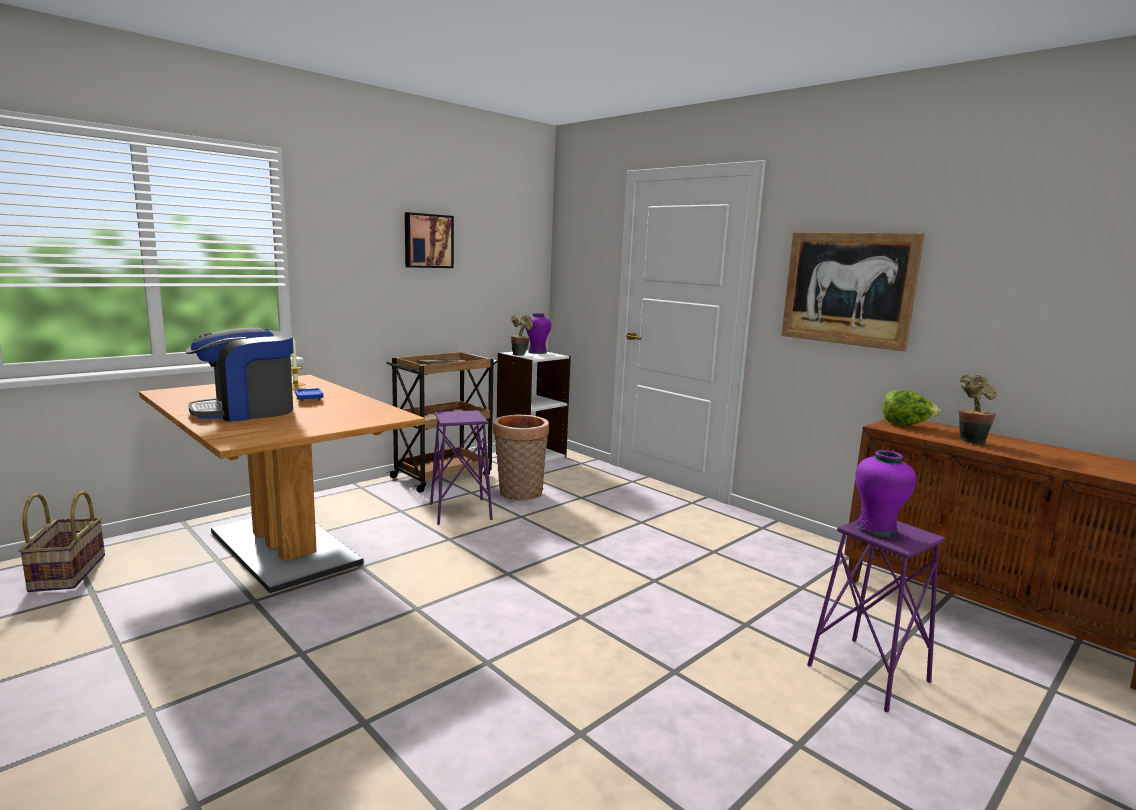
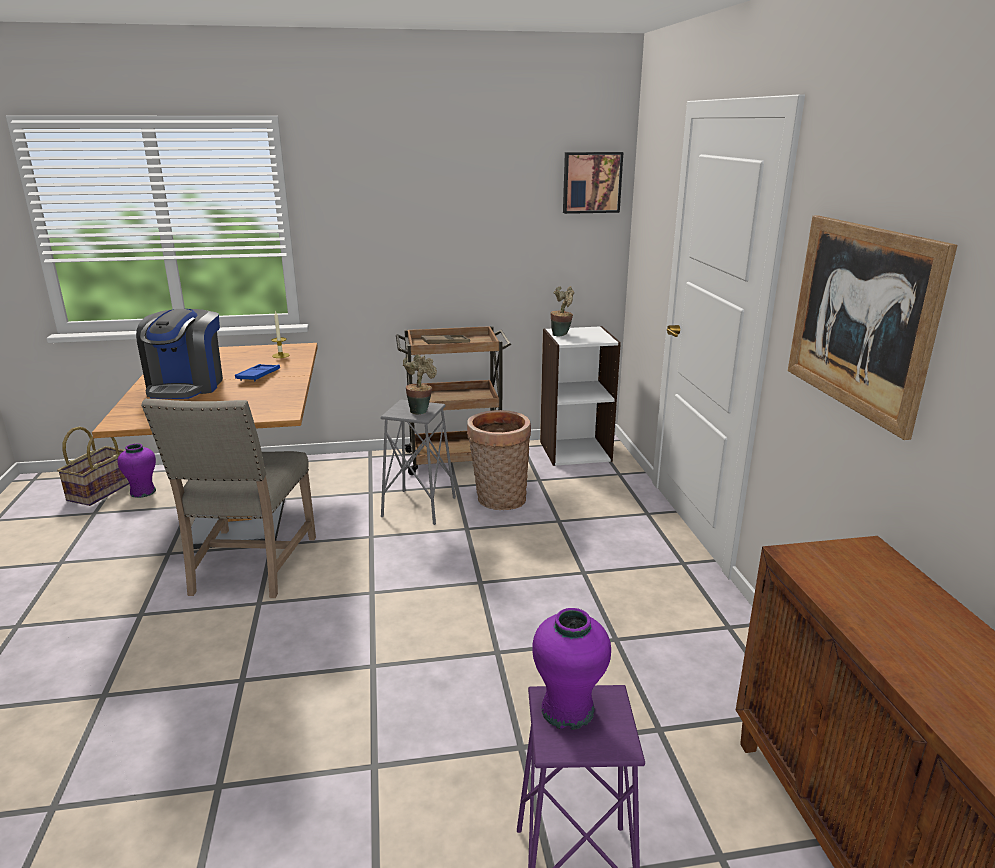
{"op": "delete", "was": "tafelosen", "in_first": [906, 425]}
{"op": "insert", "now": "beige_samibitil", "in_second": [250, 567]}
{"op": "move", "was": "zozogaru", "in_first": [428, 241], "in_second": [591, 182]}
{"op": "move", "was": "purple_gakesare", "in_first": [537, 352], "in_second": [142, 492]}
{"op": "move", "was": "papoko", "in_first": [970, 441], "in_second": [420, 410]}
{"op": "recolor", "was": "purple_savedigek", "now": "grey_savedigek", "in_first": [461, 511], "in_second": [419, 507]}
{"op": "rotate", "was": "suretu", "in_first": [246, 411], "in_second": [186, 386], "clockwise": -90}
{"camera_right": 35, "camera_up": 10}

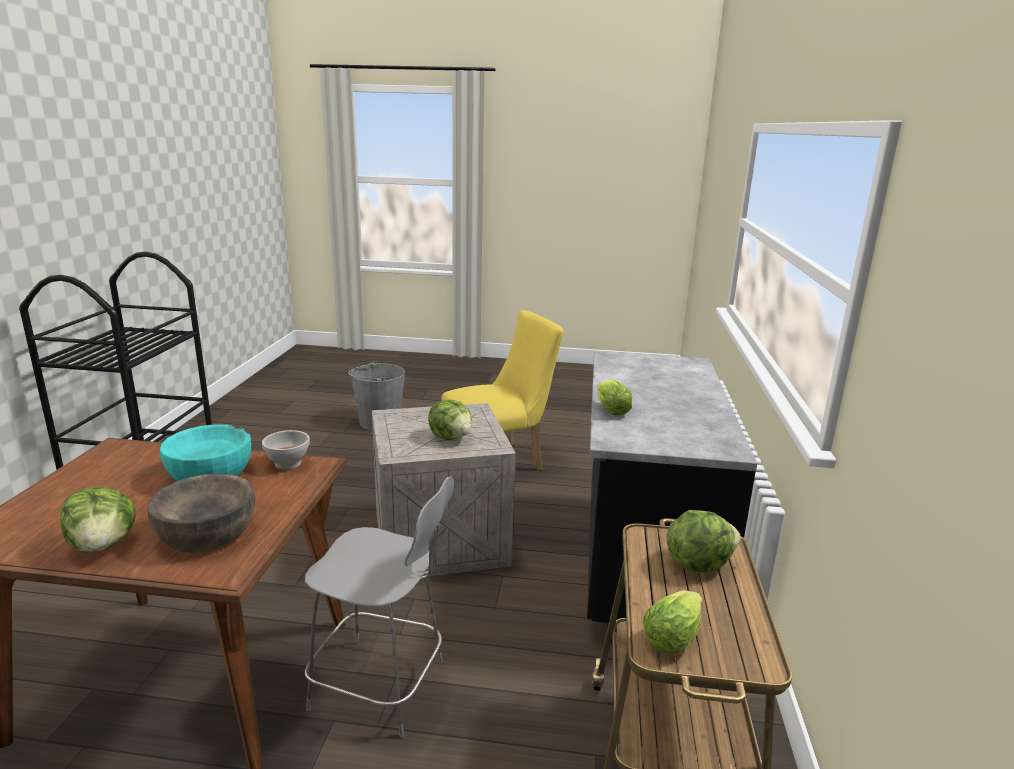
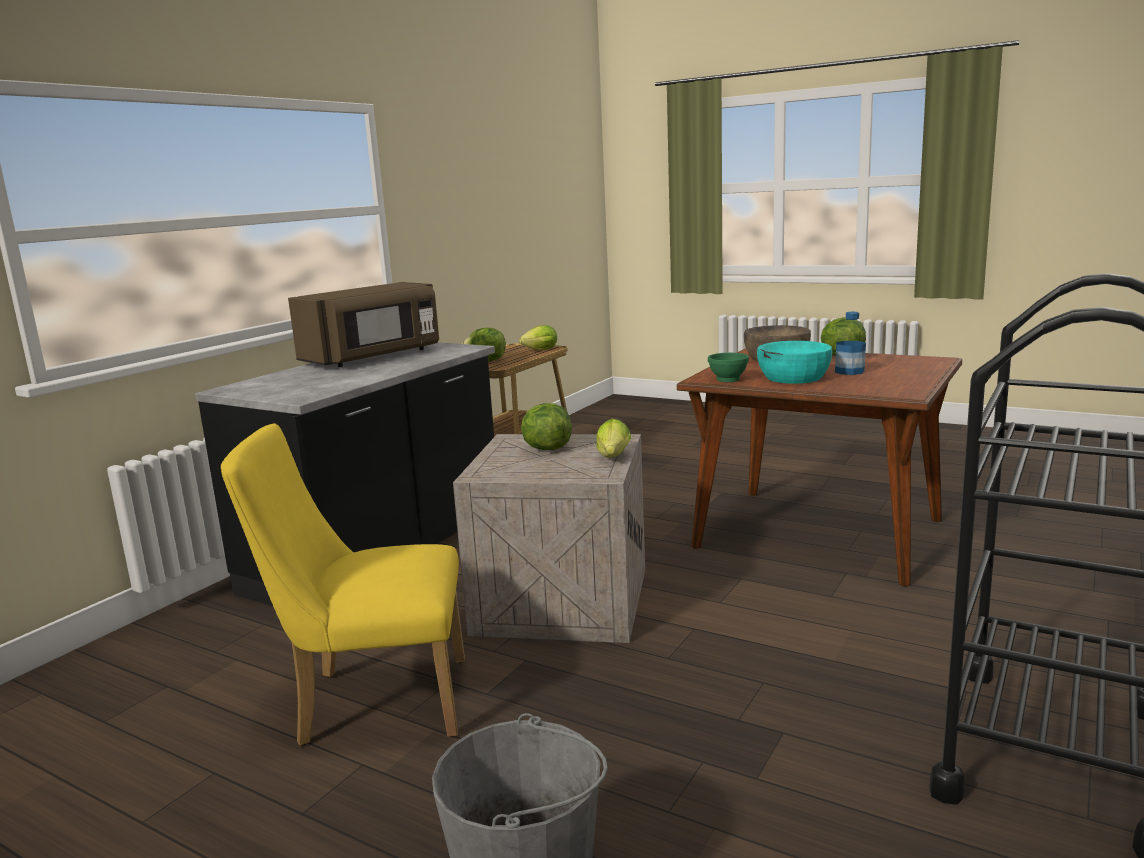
{"op": "delete", "was": "grey_samibitil", "in_first": [382, 686]}
{"op": "insert", "now": "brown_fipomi", "in_second": [373, 357]}
{"op": "insert", "now": "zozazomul", "in_second": [849, 371]}
{"op": "move", "was": "tafelosen", "in_first": [610, 410], "in_second": [613, 458]}
{"op": "recolor", "was": "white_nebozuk", "now": "green_nebozuk", "in_first": [287, 463], "in_second": [729, 379]}
{"camera_right": -155, "camera_up": -5}

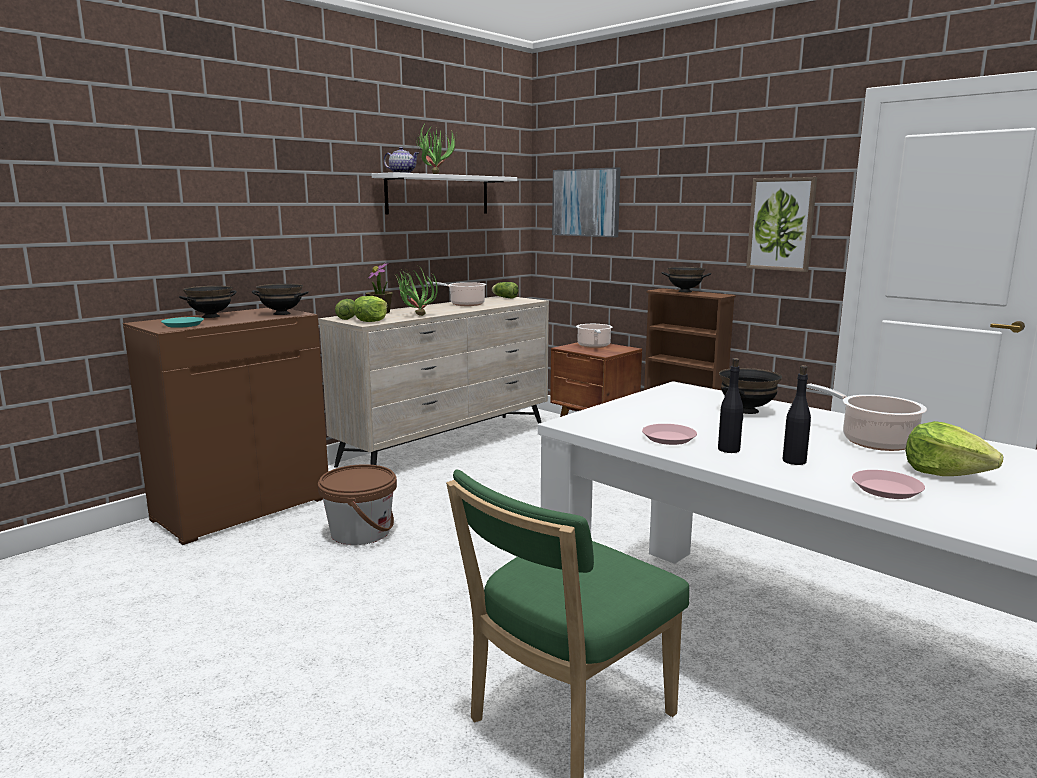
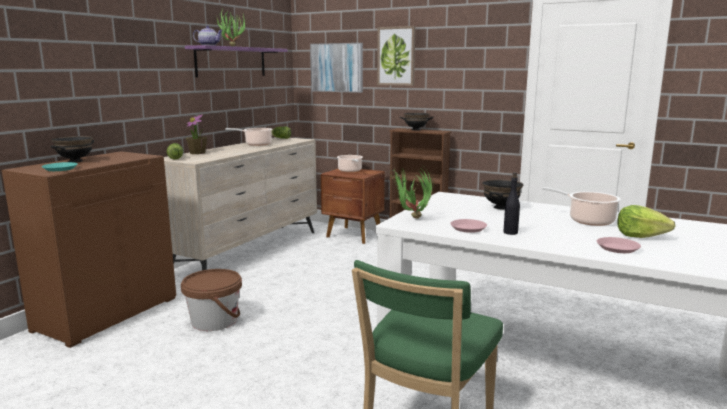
{"op": "delete", "was": "black_nebozuk", "in_first": [281, 314]}
{"op": "delete", "was": "tafelosen", "in_first": [371, 320]}
{"op": "delete", "was": "black_zozazomul", "in_first": [794, 461]}
{"op": "move", "was": "papoko", "in_first": [415, 316], "in_second": [411, 219]}
{"op": "move", "was": "zozogaru", "in_first": [781, 224], "in_second": [396, 56]}
{"op": "recolor", "was": "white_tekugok", "now": "purple_tekugok", "in_first": [438, 194], "in_second": [231, 62]}
{"camera_right": -15, "camera_up": 0}

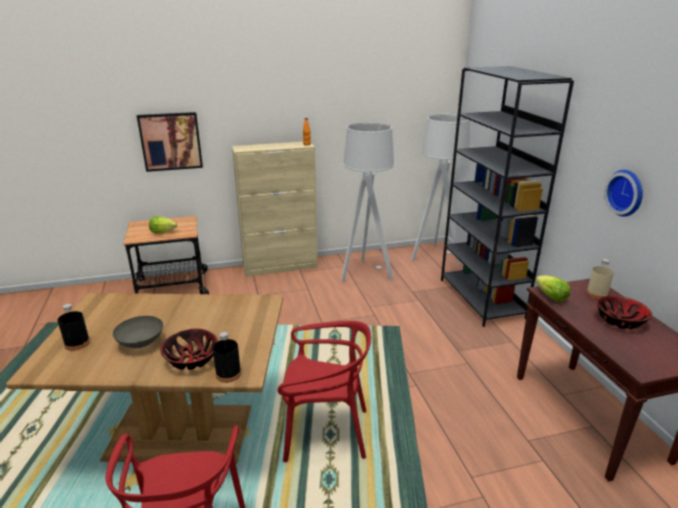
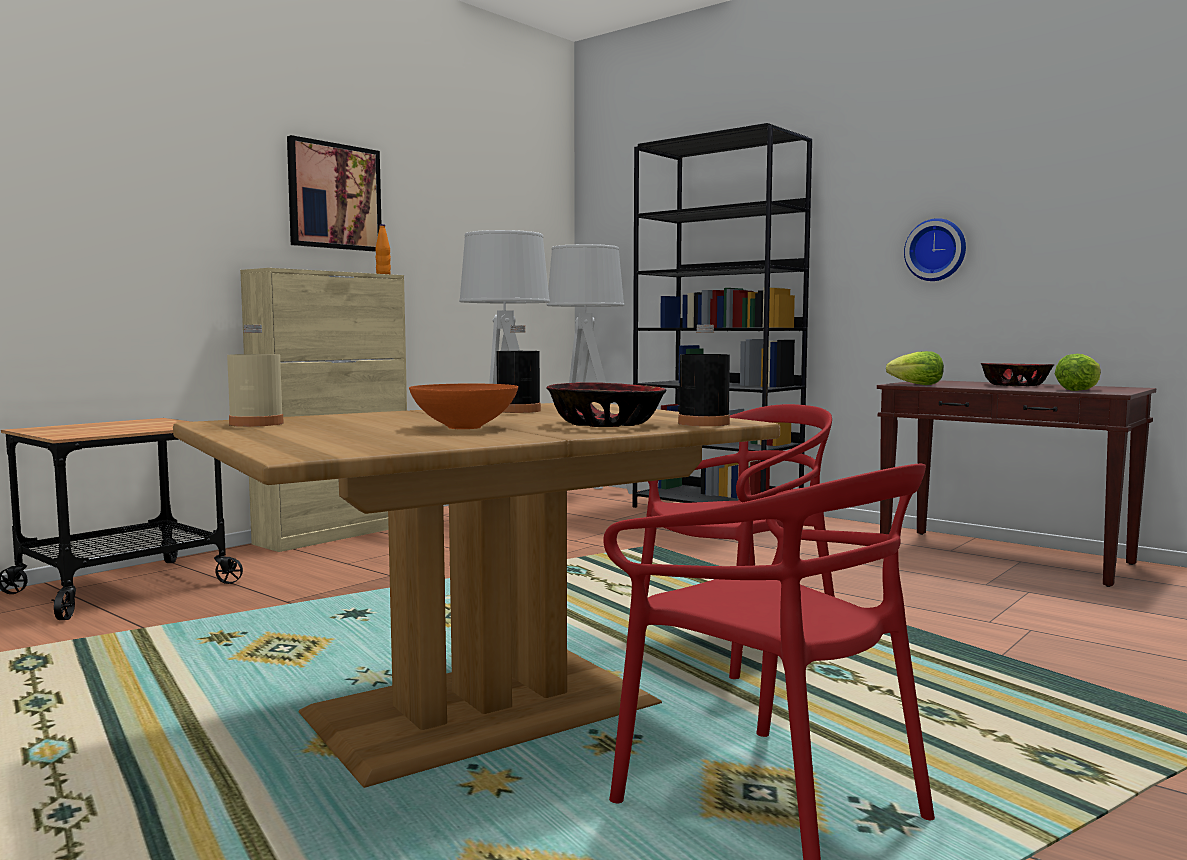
{"op": "move", "was": "black_zozazomul", "in_first": [77, 343], "in_second": [518, 410]}
{"op": "move", "was": "zozogaru", "in_first": [171, 141], "in_second": [334, 196]}
{"op": "move", "was": "tafelosen", "in_first": [162, 232], "in_second": [1078, 390]}
{"op": "move", "was": "beige_zozazomul", "in_first": [597, 294], "in_second": [256, 423]}
{"op": "recolor", "was": "grey_nebozuk", "now": "orange_nebozuk", "in_first": [141, 343], "in_second": [464, 427]}
{"camera_right": -35, "camera_up": -20}

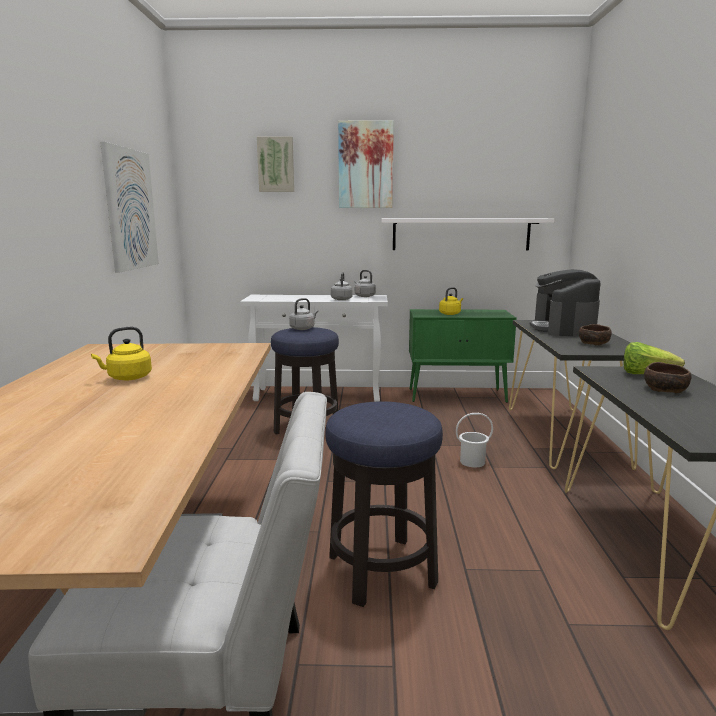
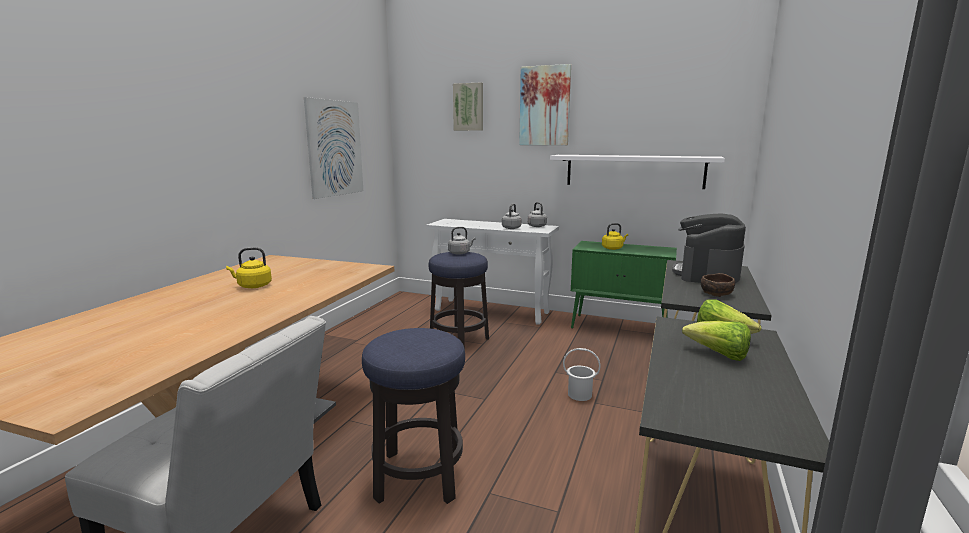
{"op": "replace", "was": "brown_nebozuk", "now": "tafelosen", "in_first": [666, 390], "in_second": [718, 355]}
{"camera_right": 20, "camera_up": 0}

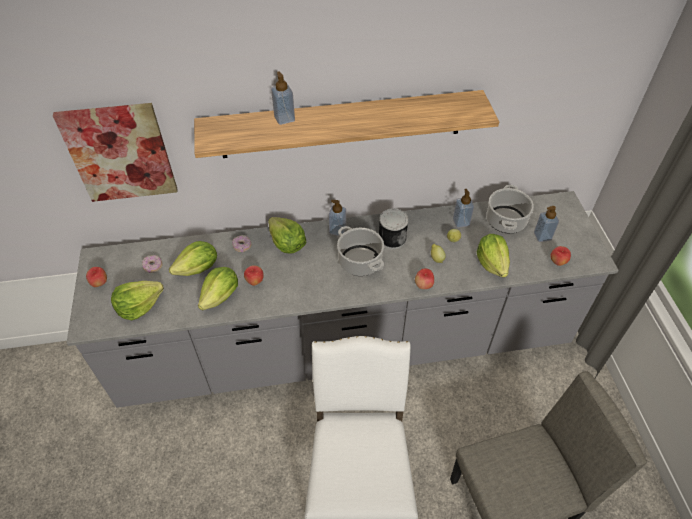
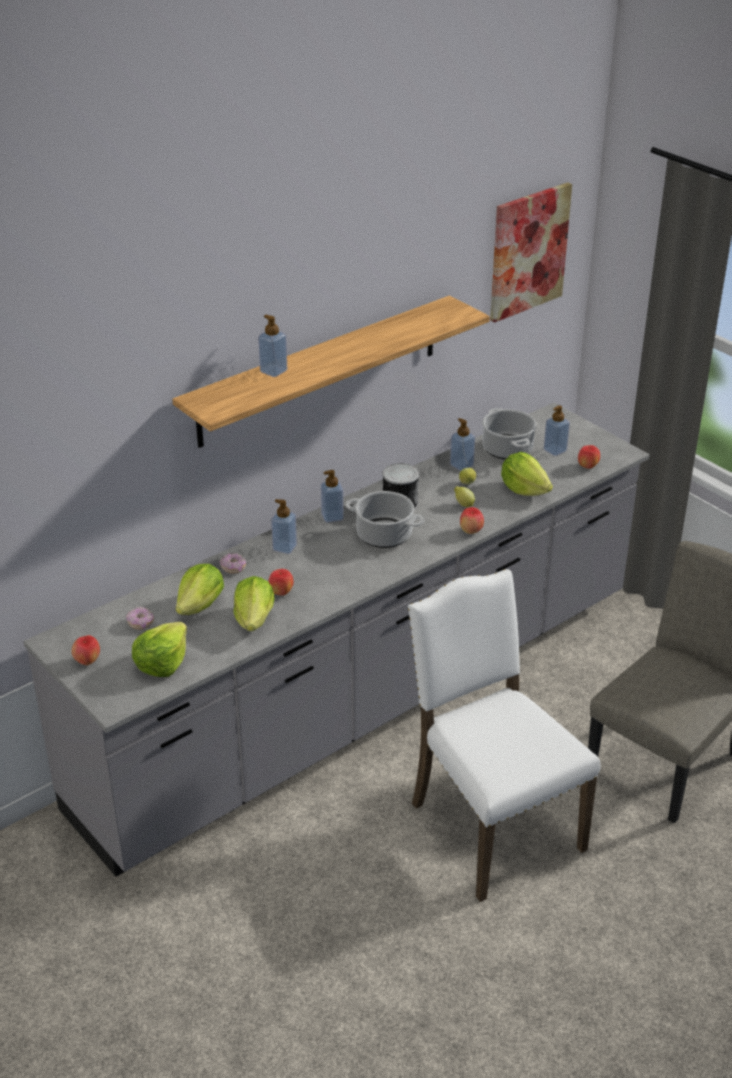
{"op": "move", "was": "zozogaru", "in_first": [120, 153], "in_second": [528, 251]}
{"op": "replace", "was": "tafelosen", "now": "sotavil", "in_first": [287, 243], "in_second": [284, 547]}
{"camera_right": -30, "camera_up": -15}

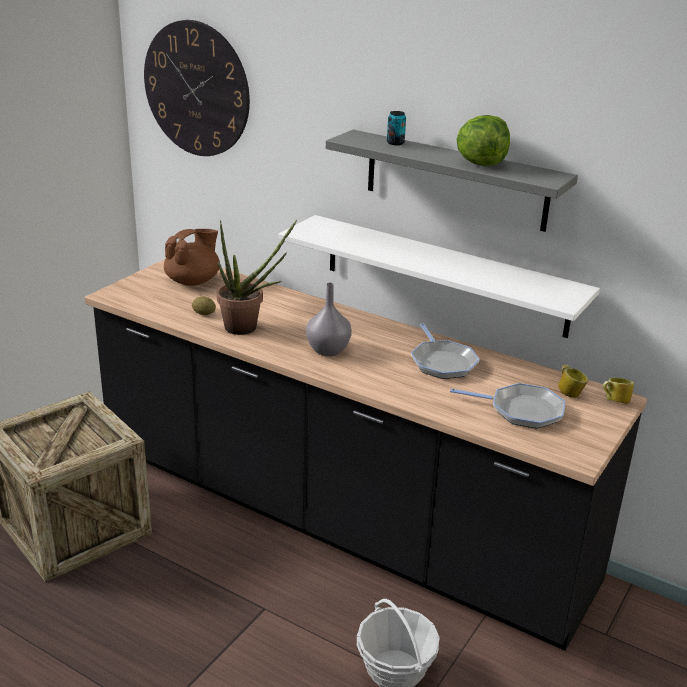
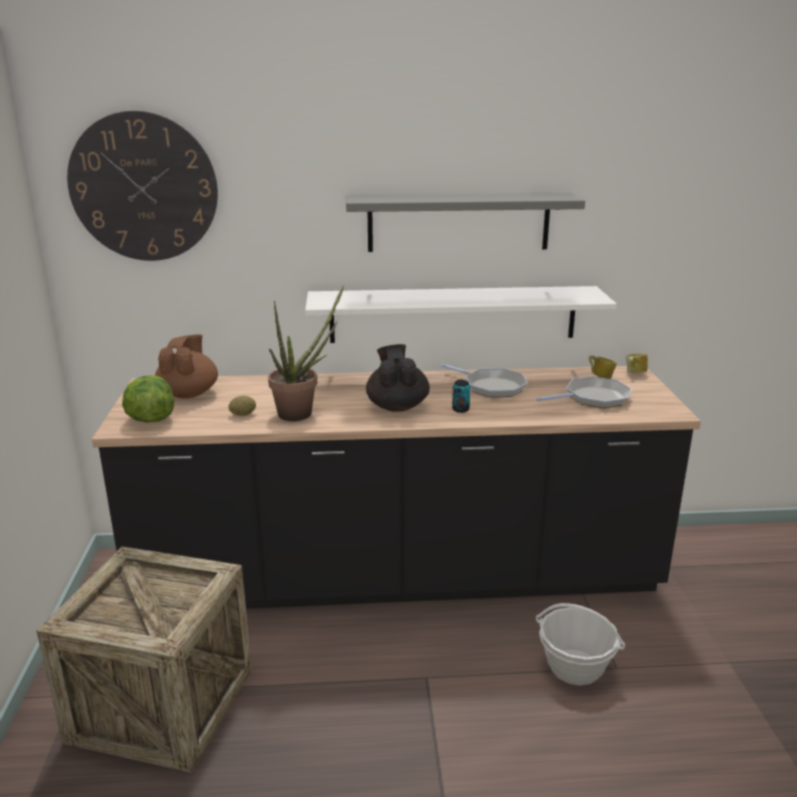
{"op": "move", "was": "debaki", "in_first": [395, 143], "in_second": [460, 409]}
{"op": "move", "was": "tafelosen", "in_first": [481, 163], "in_second": [150, 419]}
{"op": "replace", "was": "grey_gakesare", "now": "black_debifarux", "in_first": [329, 350], "in_second": [397, 406]}
{"camera_right": -35, "camera_up": -5}

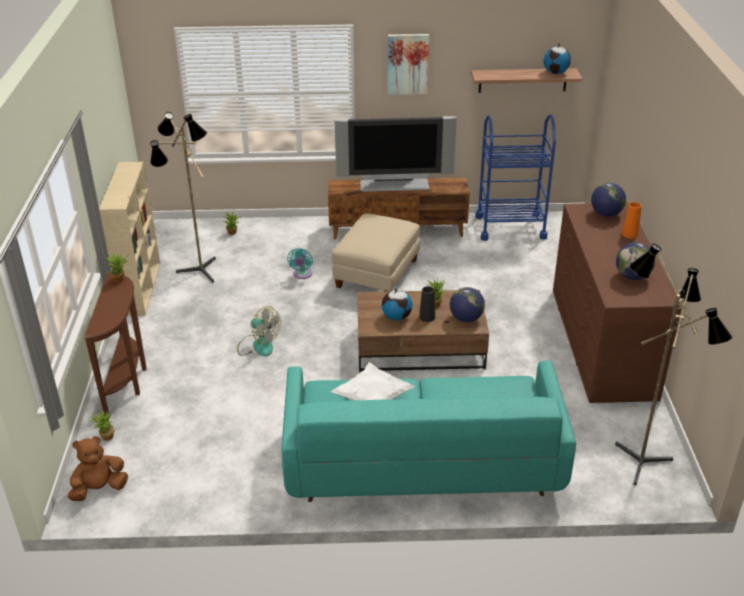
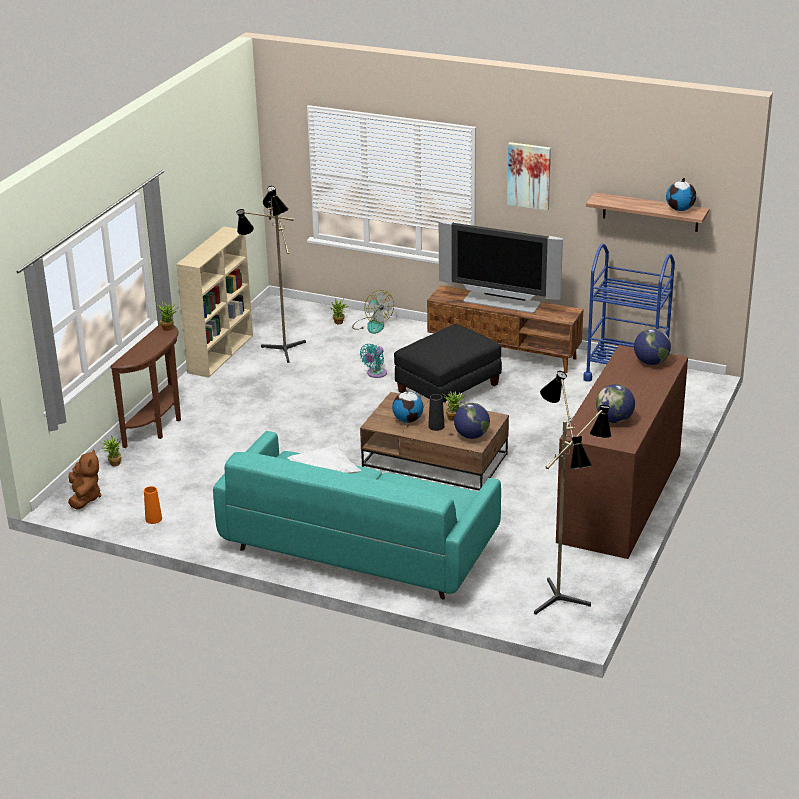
{"op": "move", "was": "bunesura", "in_first": [258, 345], "in_second": [372, 325]}
{"op": "move", "was": "orange_gakesare", "in_first": [629, 234], "in_second": [153, 519]}
{"op": "recolor", "was": "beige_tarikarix", "now": "black_tarikarix", "in_first": [377, 274], "in_second": [448, 389]}
{"op": "rotate", "was": "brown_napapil", "in_first": [99, 489], "in_second": [85, 498], "clockwise": 90}
{"camera_right": 25, "camera_up": -5}

